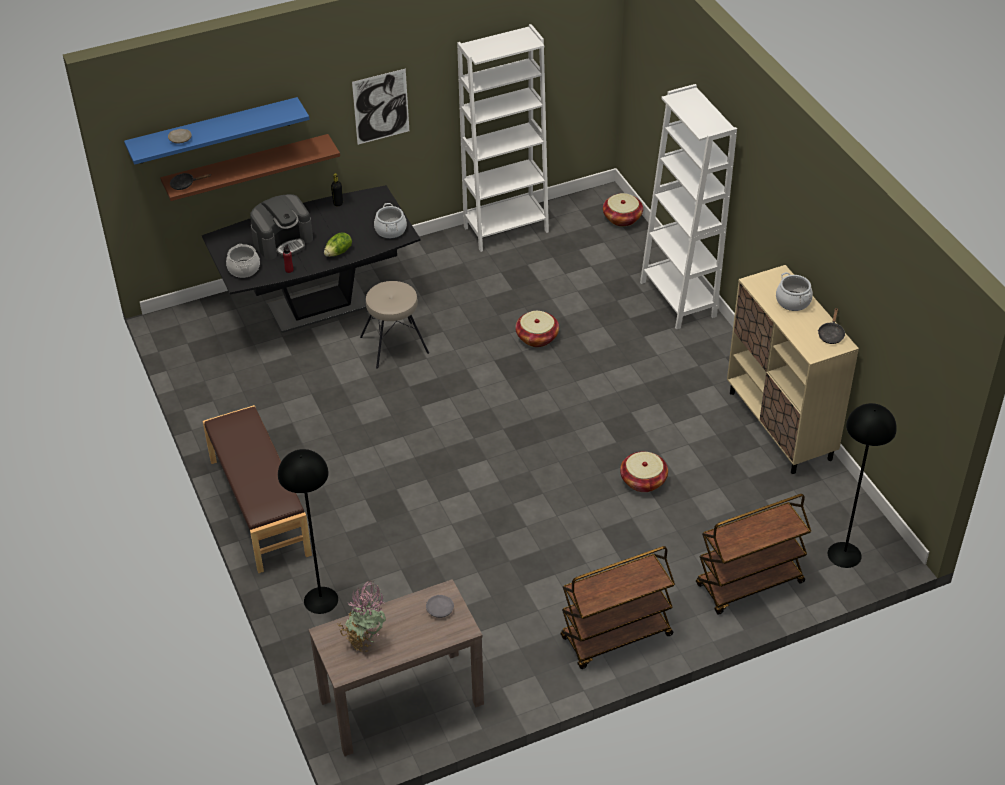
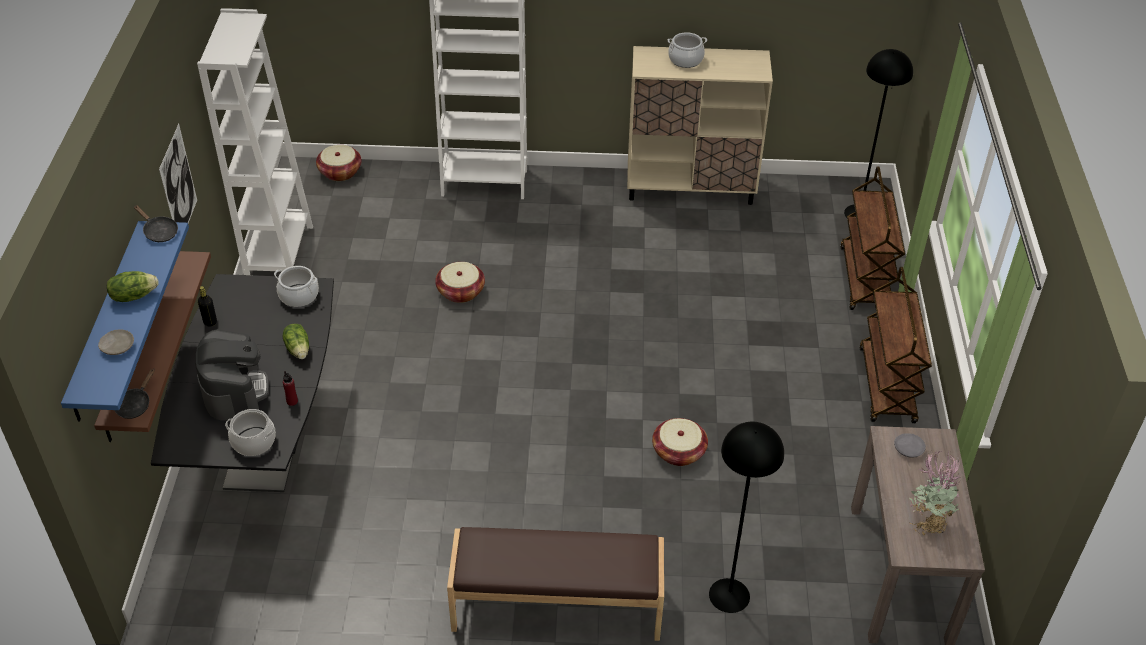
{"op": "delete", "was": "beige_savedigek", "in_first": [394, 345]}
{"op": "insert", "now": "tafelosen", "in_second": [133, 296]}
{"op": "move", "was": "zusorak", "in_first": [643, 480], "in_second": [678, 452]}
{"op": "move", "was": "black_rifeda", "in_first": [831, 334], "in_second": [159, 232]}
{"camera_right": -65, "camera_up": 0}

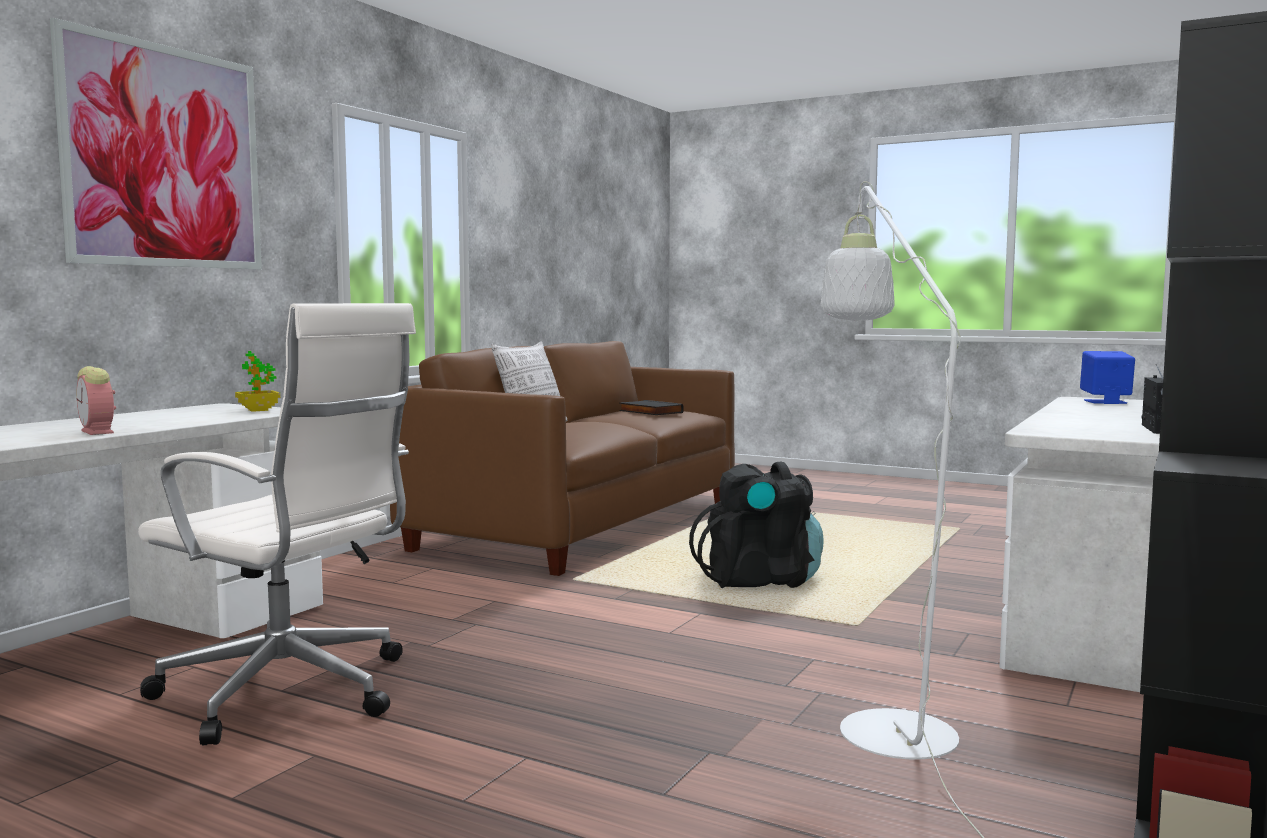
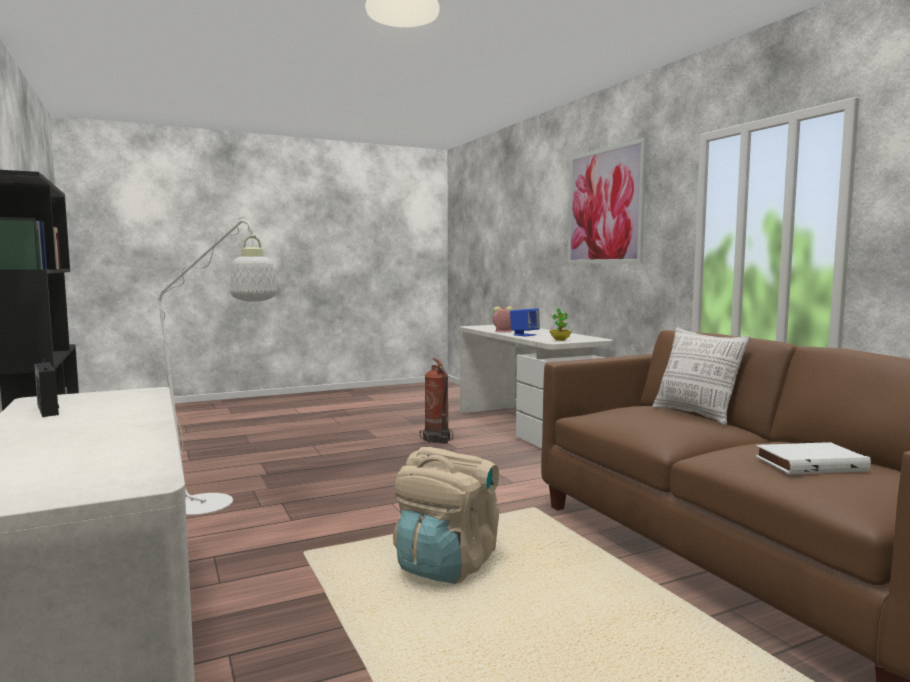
{"op": "move", "was": "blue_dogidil", "in_first": [1105, 402], "in_second": [524, 335]}
{"op": "replace", "was": "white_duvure", "now": "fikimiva", "in_first": [289, 693], "in_second": [436, 440]}
{"op": "recolor", "was": "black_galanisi", "now": "white_galanisi", "in_first": [649, 412], "in_second": [809, 463]}
{"op": "recolor", "was": "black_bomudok", "now": "beige_bomudok", "in_first": [760, 580], "in_second": [446, 564]}
{"camera_right": 125, "camera_up": 0}

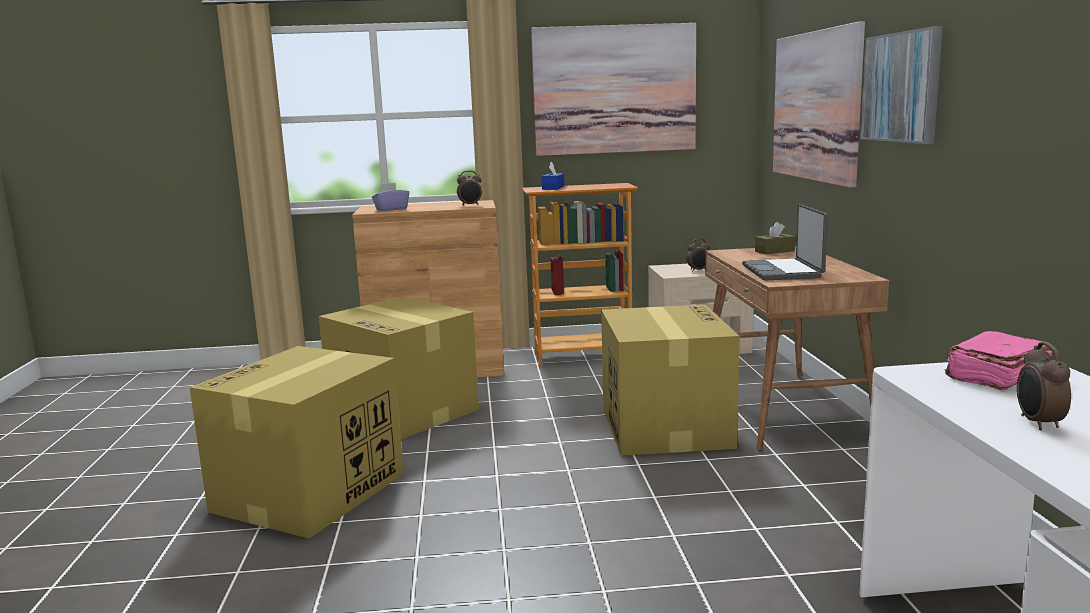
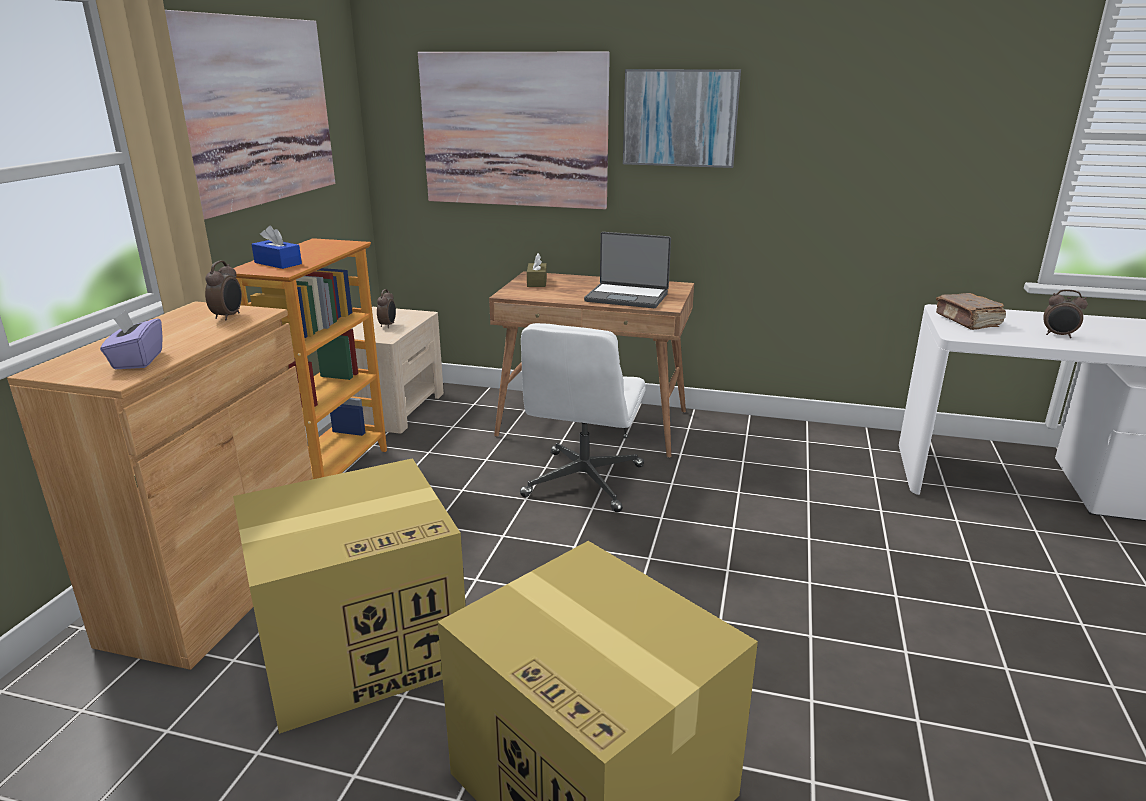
{"op": "replace", "was": "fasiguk", "now": "white_duvure", "in_first": [664, 426], "in_second": [584, 482]}
{"op": "recolor", "was": "pink_galanisi", "now": "brown_galanisi", "in_first": [995, 376], "in_second": [967, 321]}
{"camera_right": -70, "camera_up": 10}

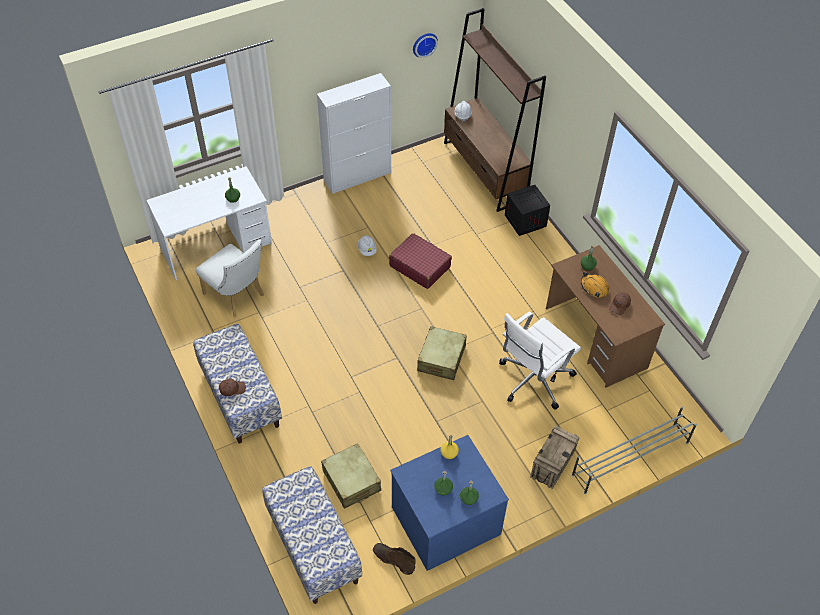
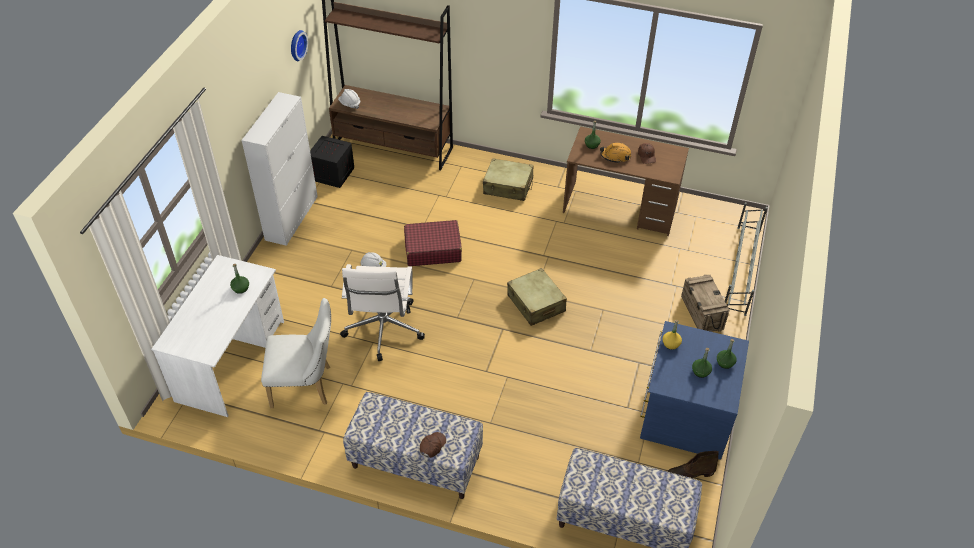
{"op": "move", "was": "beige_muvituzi", "in_first": [351, 481], "in_second": [508, 186]}
{"op": "move", "was": "white_duvure", "in_first": [533, 380], "in_second": [383, 330]}
{"op": "move", "was": "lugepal", "in_first": [525, 221], "in_second": [333, 174]}
{"camera_right": -45, "camera_up": -5}

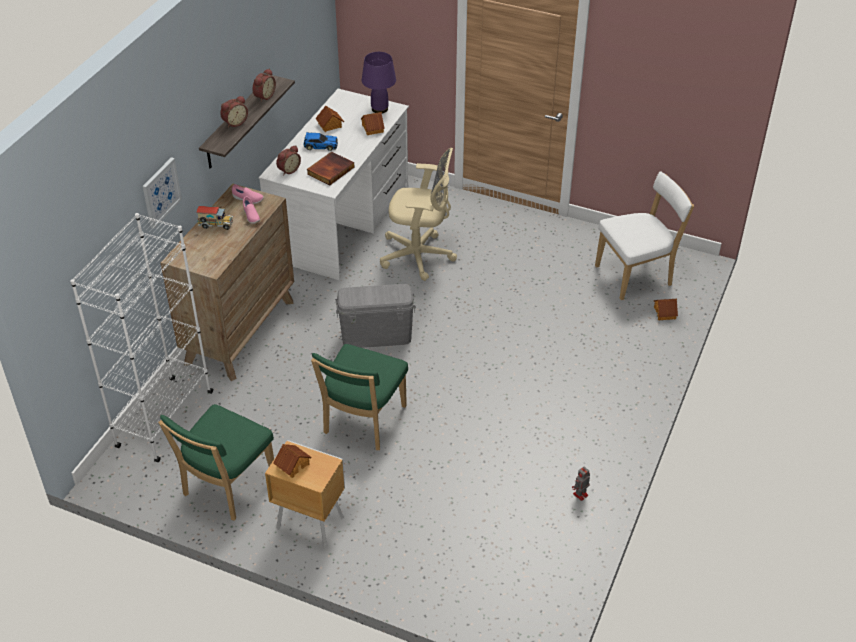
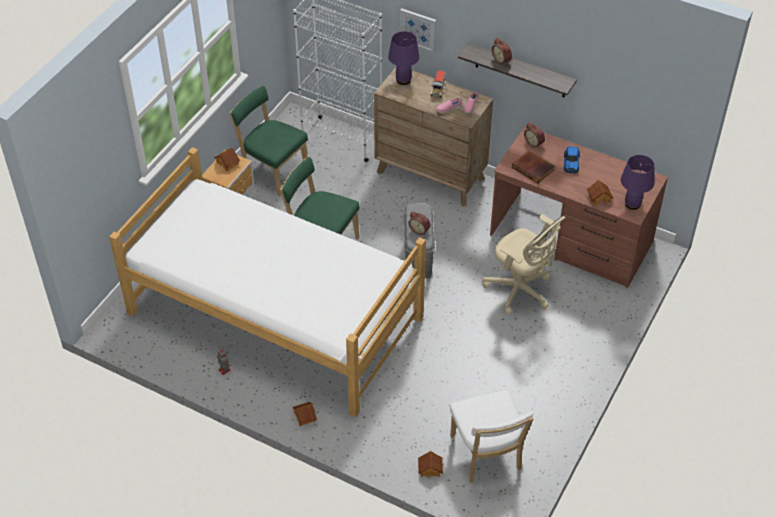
{"op": "insert", "now": "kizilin", "in_second": [275, 314]}
{"op": "insert", "now": "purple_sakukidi", "in_second": [403, 80]}
{"op": "move", "was": "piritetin", "in_first": [263, 96], "in_second": [420, 230]}
{"op": "move", "was": "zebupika", "in_first": [330, 125], "in_second": [304, 416]}
{"op": "recolor", "was": "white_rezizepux", "now": "brown_rezizepux", "in_first": [341, 222], "in_second": [571, 239]}
{"op": "rotate", "was": "beige_duvure", "in_first": [420, 256], "in_second": [520, 291], "clockwise": -60}
{"camera_right": 95, "camera_up": 5}

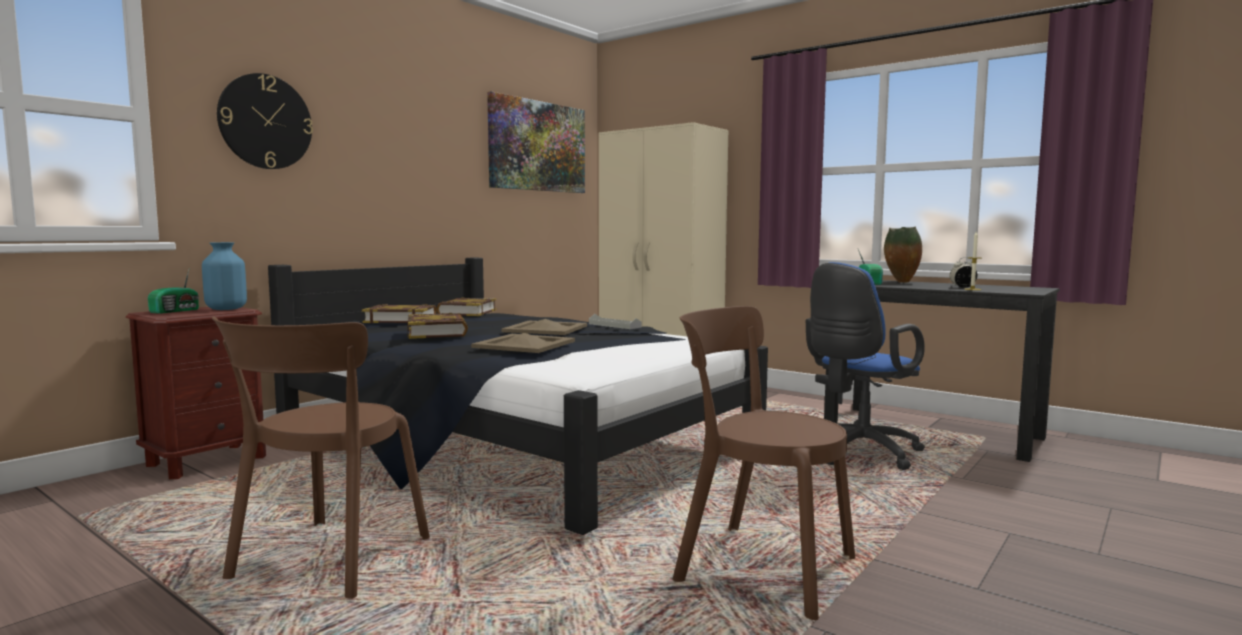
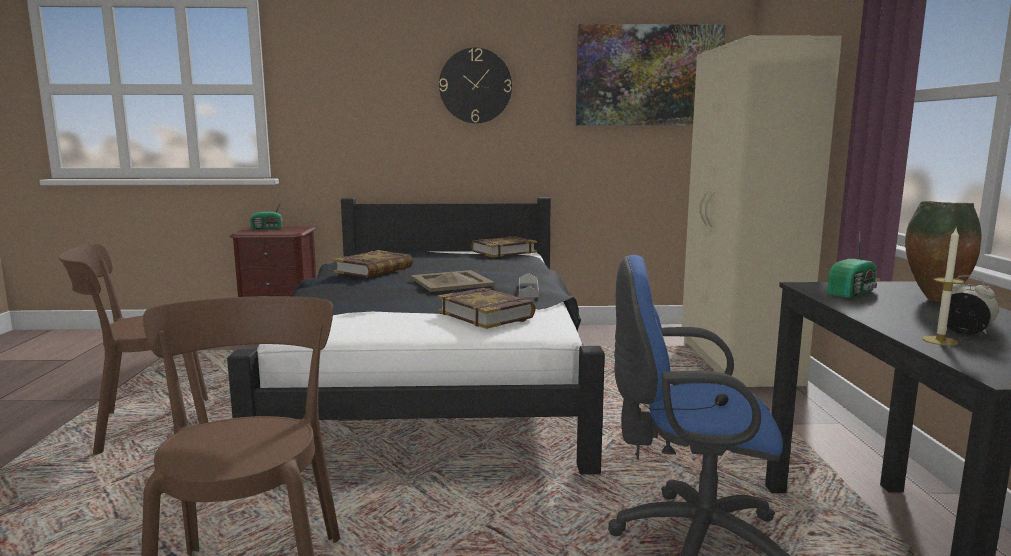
{"op": "delete", "was": "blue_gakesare", "in_first": [225, 309]}
{"op": "delete", "was": "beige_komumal", "in_first": [524, 344]}
{"op": "move", "was": "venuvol", "in_first": [265, 122], "in_second": [475, 86]}
{"op": "move", "was": "galanisi", "in_first": [400, 320], "in_second": [486, 314]}
{"camera_right": 50, "camera_up": 5}

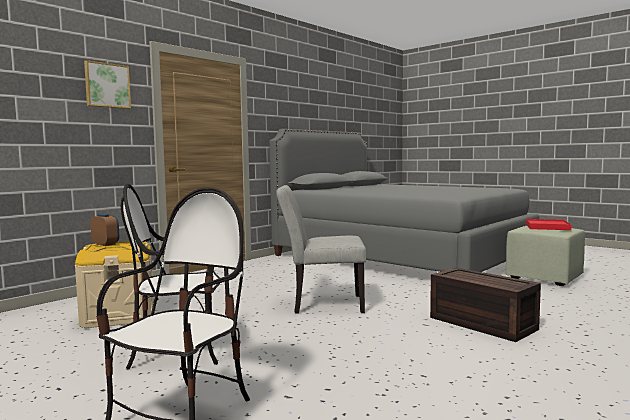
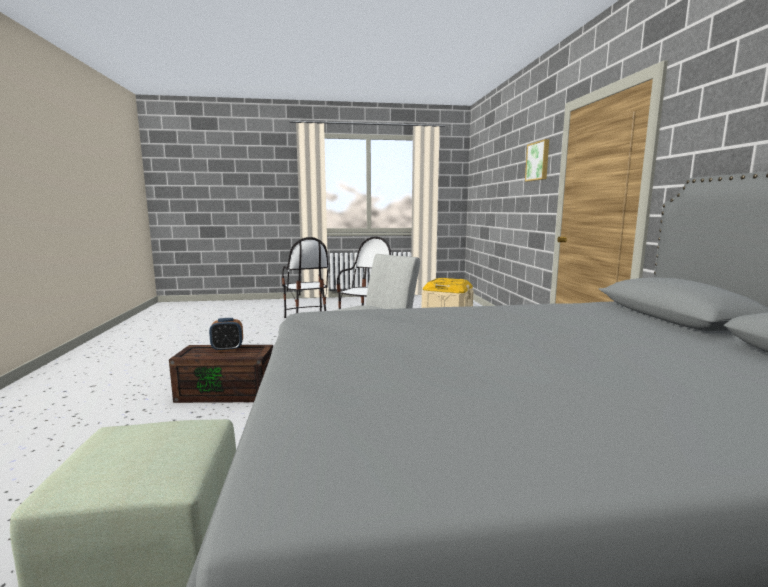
{"op": "delete", "was": "red_komumal", "in_first": [547, 227]}
{"op": "move", "was": "piritetin", "in_first": [106, 244], "in_second": [227, 349]}
{"camera_right": 130, "camera_up": 5}

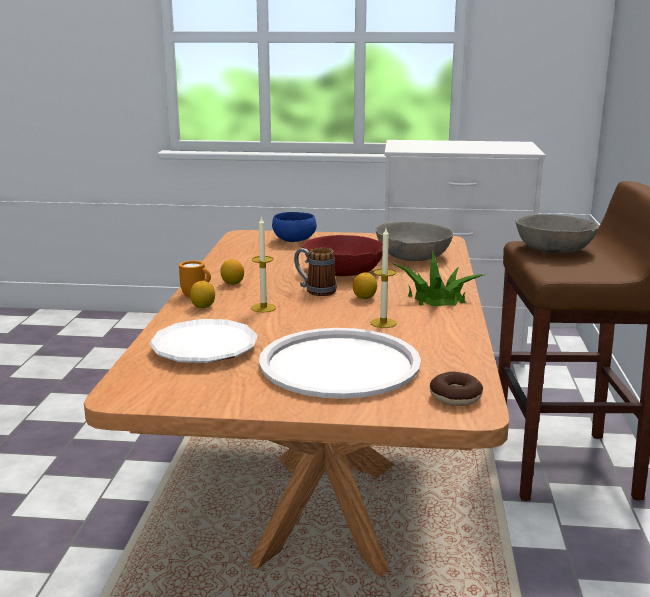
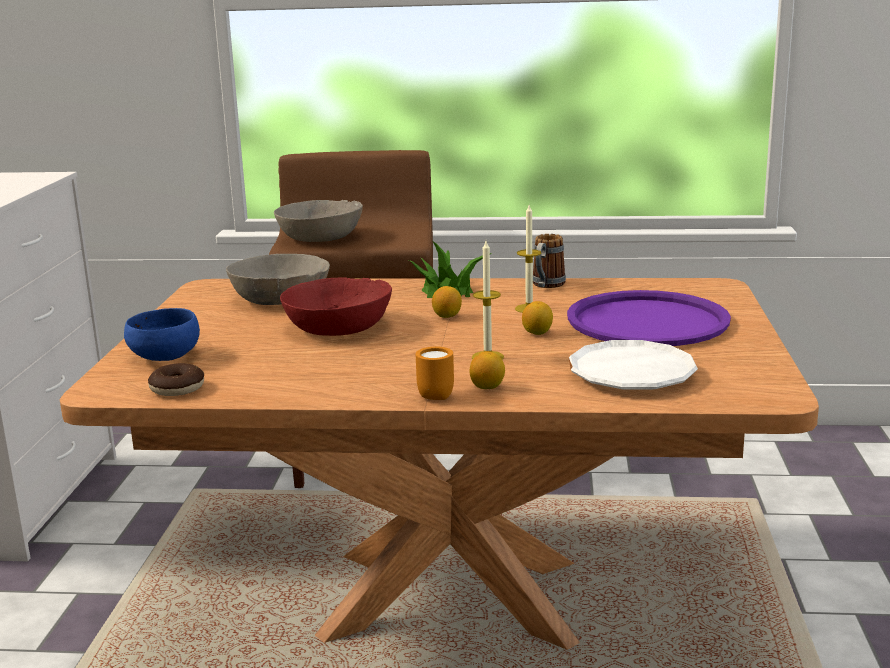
{"op": "move", "was": "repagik", "in_first": [232, 283], "in_second": [537, 333]}
{"op": "move", "was": "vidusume", "in_first": [315, 290], "in_second": [546, 285]}
{"op": "move", "was": "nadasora", "in_first": [455, 397], "in_second": [177, 389]}
{"op": "recolor", "was": "white_komumal", "now": "purple_komumal", "in_first": [339, 364], "in_second": [647, 321]}
{"camera_right": -90, "camera_up": 0}

